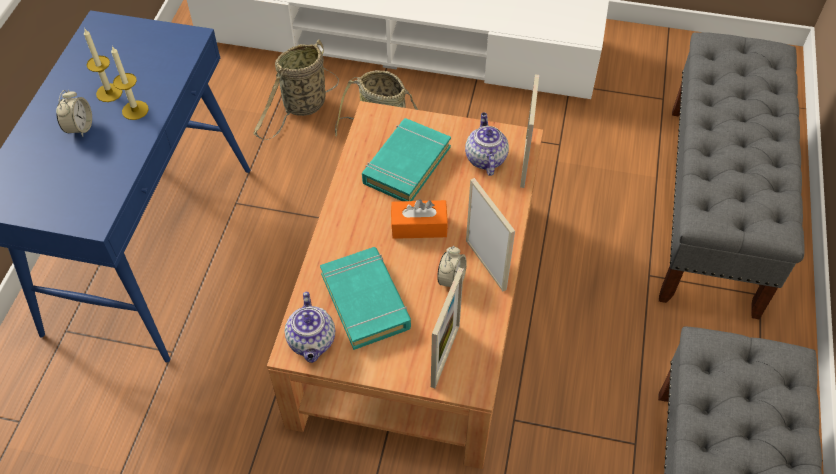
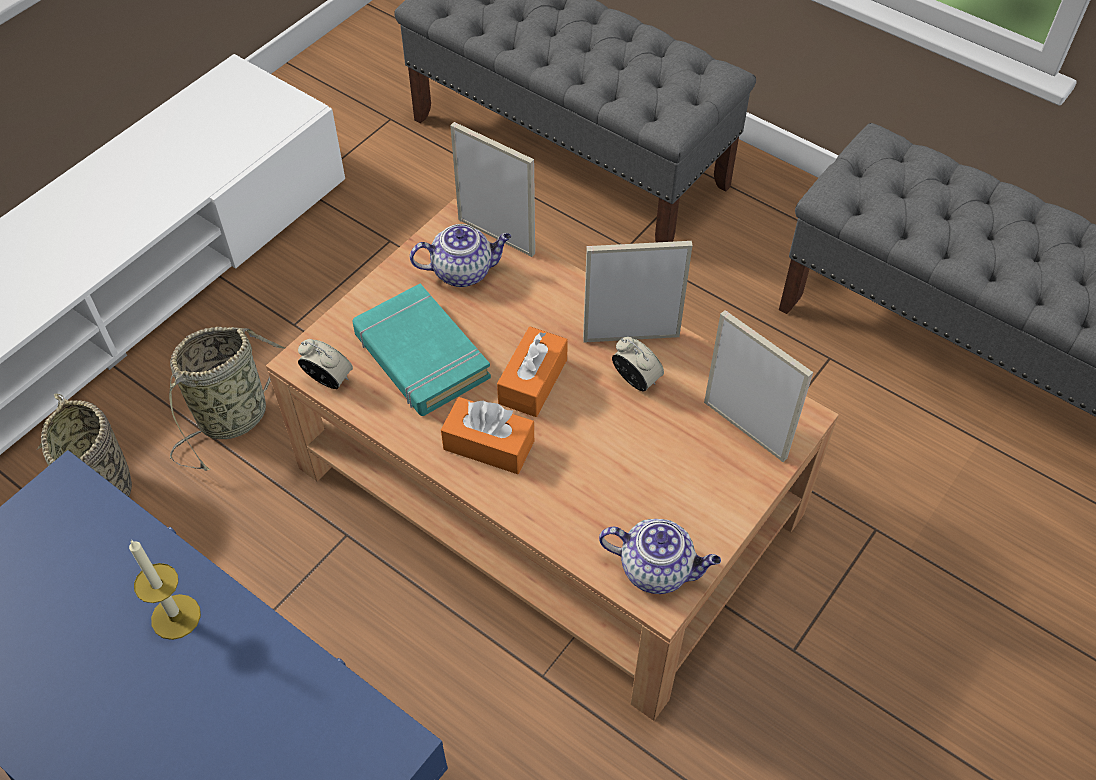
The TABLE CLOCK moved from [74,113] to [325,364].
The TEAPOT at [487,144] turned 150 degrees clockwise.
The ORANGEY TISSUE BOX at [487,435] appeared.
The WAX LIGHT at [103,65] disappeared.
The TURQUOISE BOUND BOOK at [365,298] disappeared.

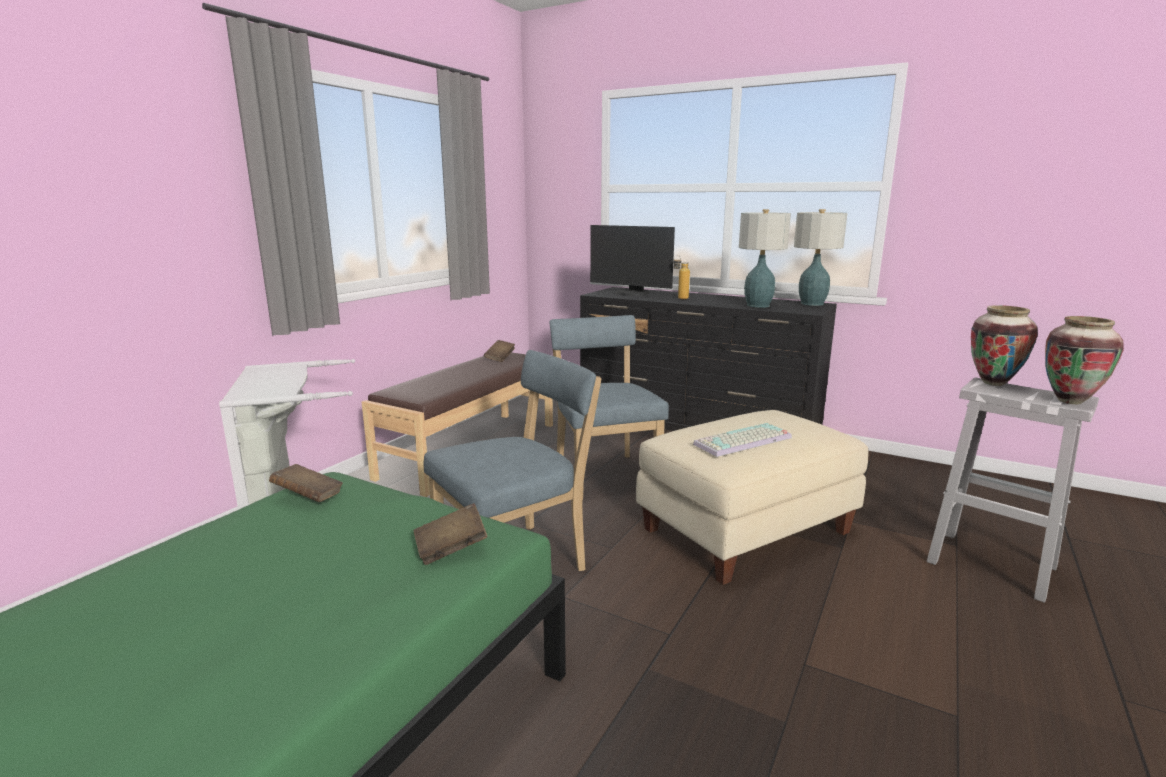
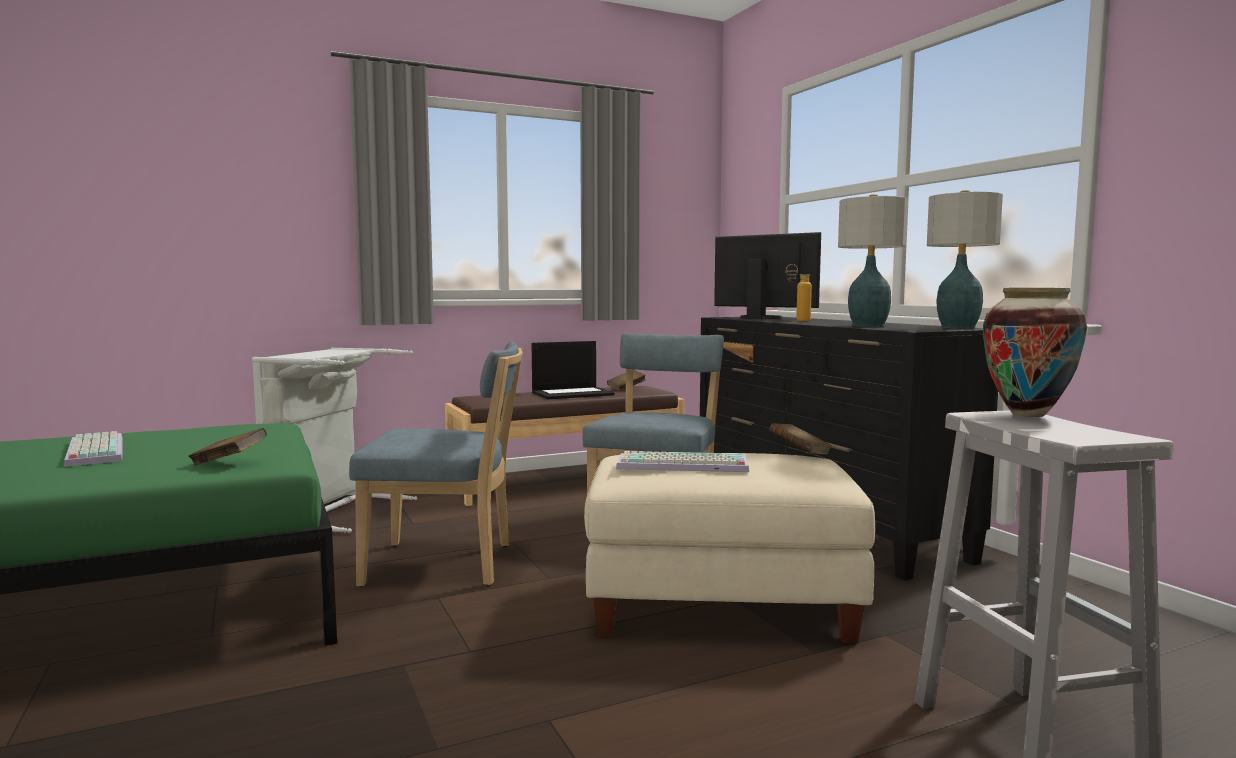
The PC KEYBOARD at [93,449] appeared.
The PORTABLE COMPUTER at [573,370] appeared.
The MONITOR at [632,260] turned 150 degrees clockwise.
The BROWNISH BOUND BOOK moved from [306,483] to [800,438].
The DECORATIVE VASE at [1084,360] disappeared.

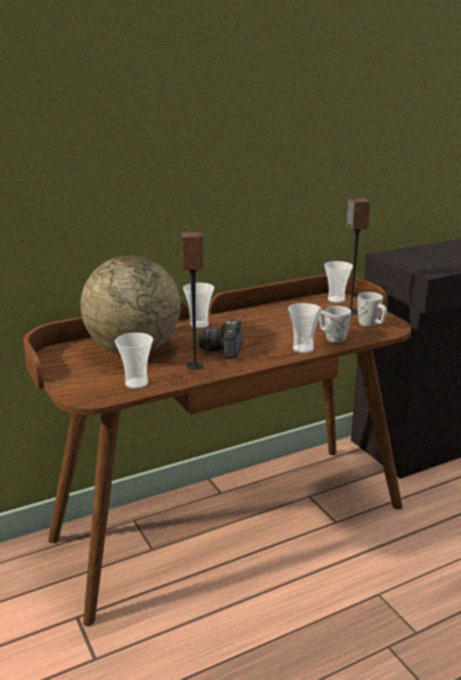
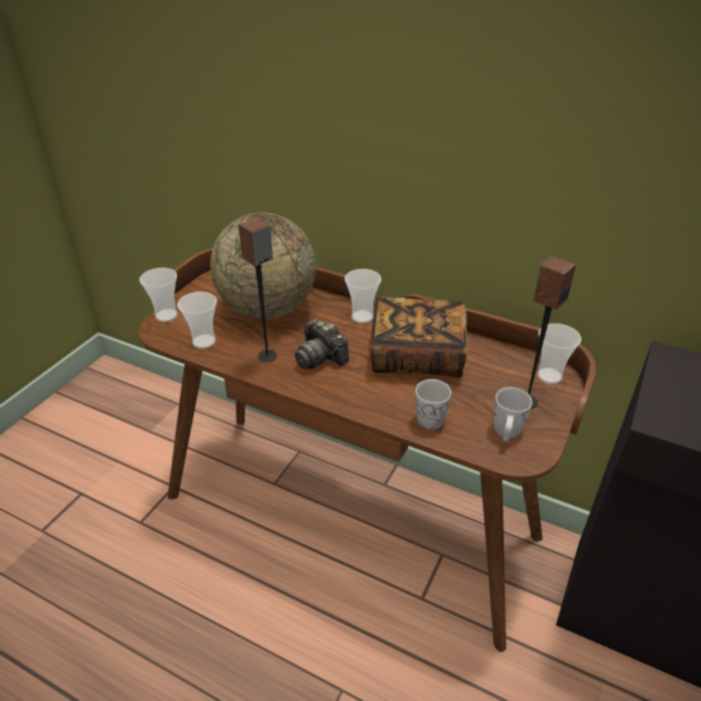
The SMALL CUP moved from [305,328] to [158,295].
The PHOTO CAMERA at [220,339] turned 105 degrees counterclockwise.
The BOUND BOOK at [419,337] appeared.

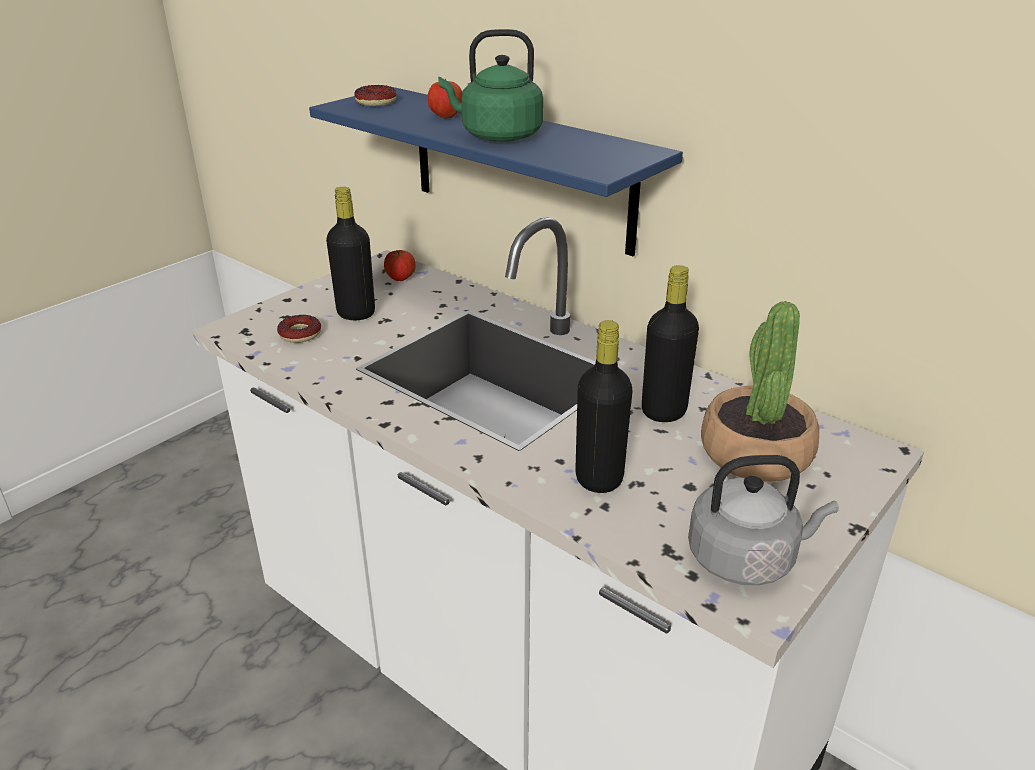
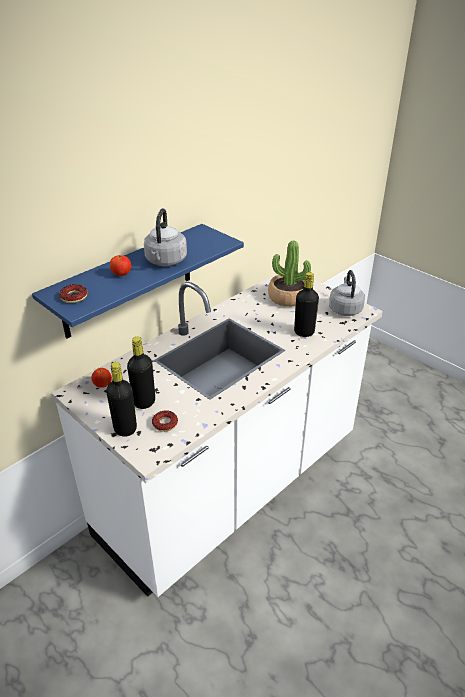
The BLACKISH BOTTLE moved from [670,343] to [121,399].
The GREEN KETTLE at [490,85] became the GRAY KETTLE at [165,237].

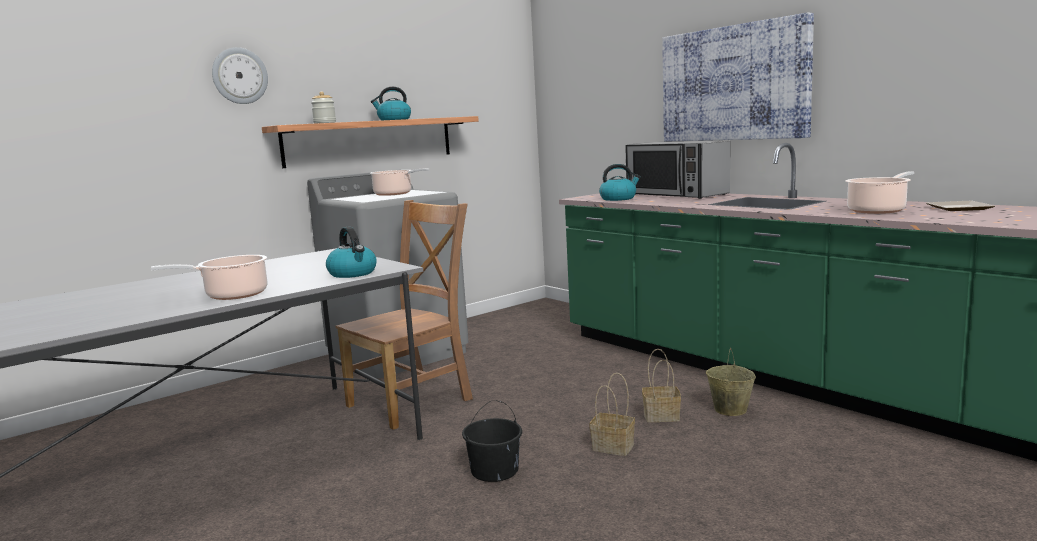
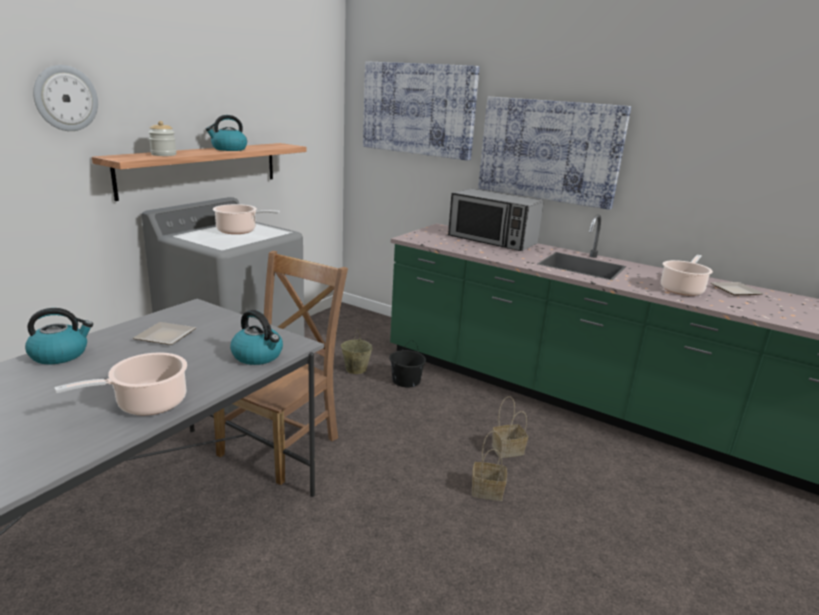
The KETTLE moved from [620,182] to [59,336].
The DINNER PLATE at [164,333] appeared.
The BEIGE PAIL moved from [731,381] to [356,352].
The PICTURE at [421,110] appeared.
The BLACKISH PAIL moved from [492,441] to [407,364].

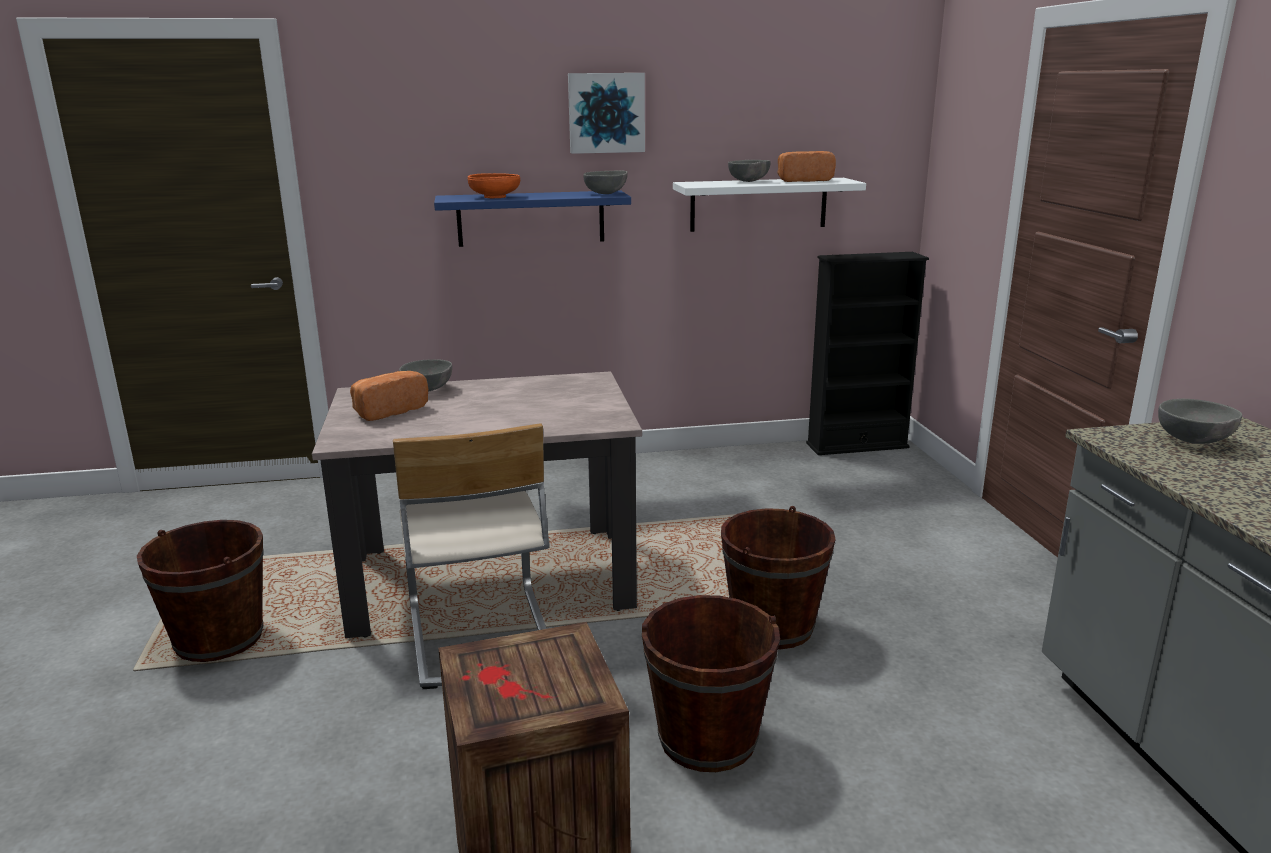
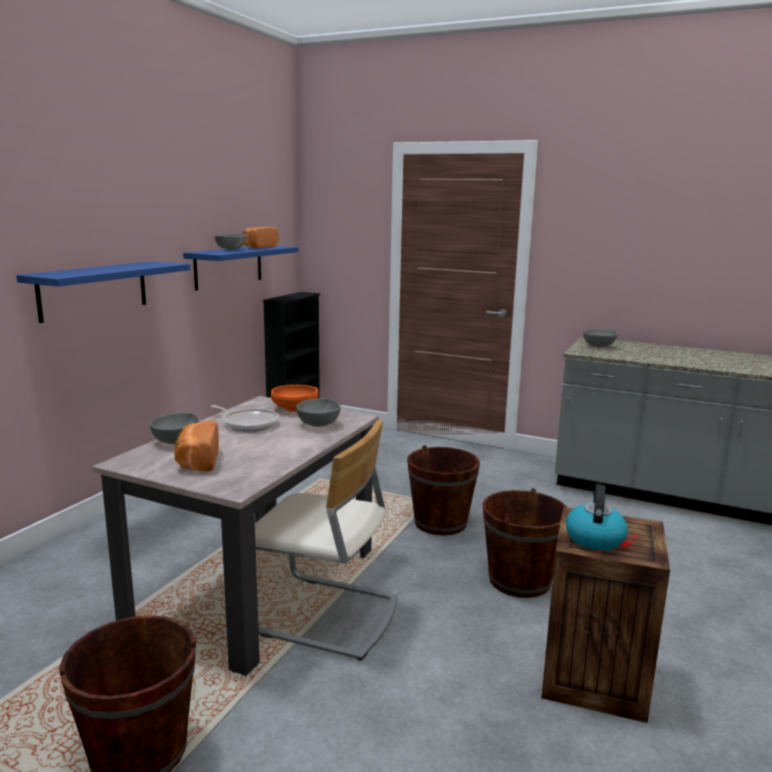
The WHITE SHELF at [769,205] became the BLUE SHELF at [240,268].
The FRYING PAN at [245,418] appeared.
The ORANGEY DEEP DISH moved from [494,185] to [295,398].
The GRAY DEEP DISH moved from [605,182] to [318,412].
The KETTLE at [597,518] appeared.
The PICTURE at [606,113] disappeared.

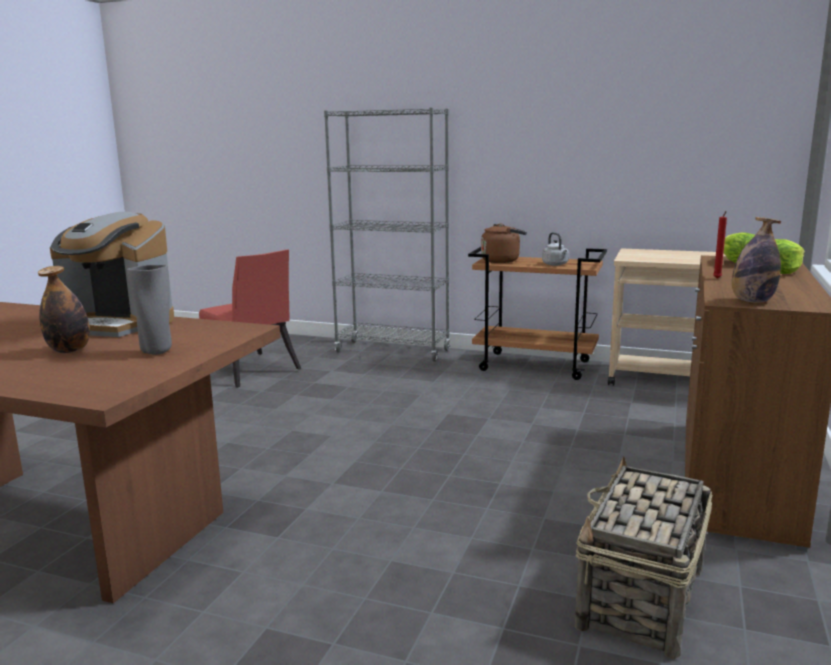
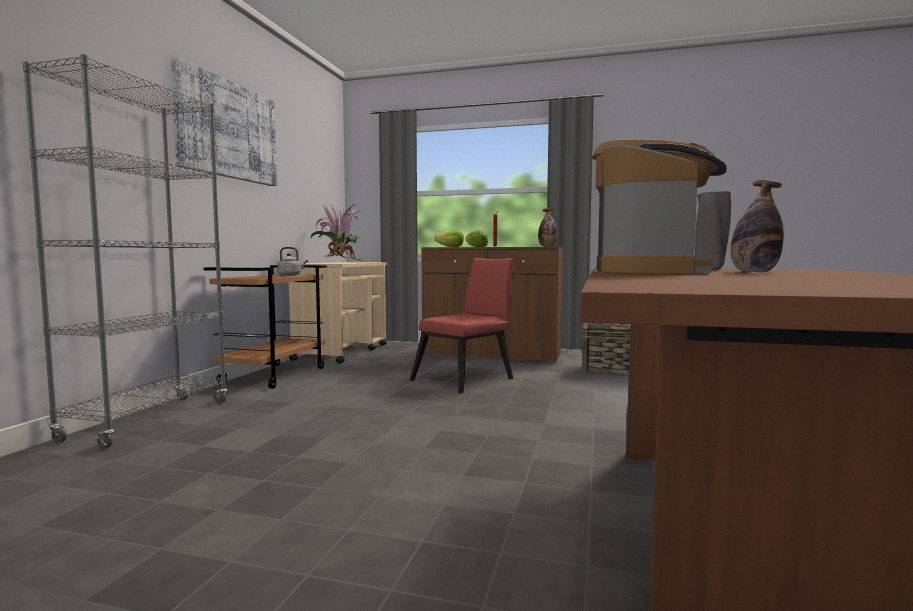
The PICTURE at [224,121] appeared.
The HOUSEPLANT at [338,232] appeared.
The RED CHAIR moved from [250,318] to [462,325].
The BROWNISH KETTLE at [504,243] disappeared.

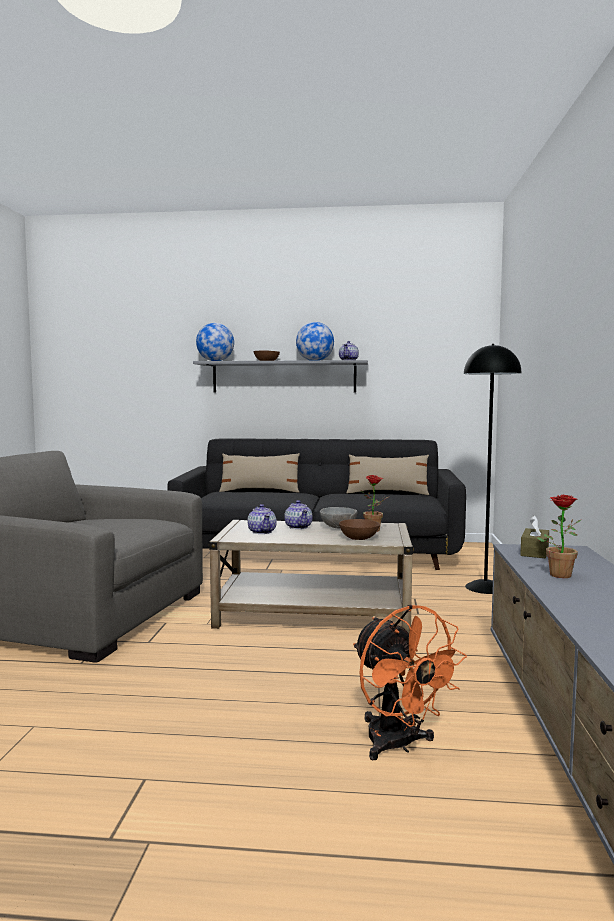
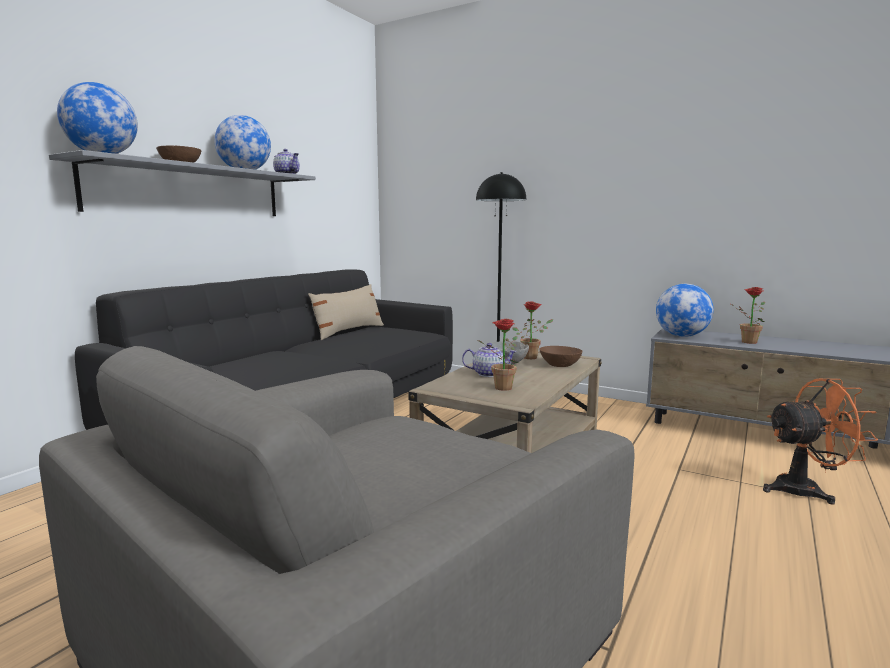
The TEAPOT at [262,519] was replaced by the HOUSEPLANT at [498,355].
The BROWNISH TISSUE BOX at [534,536] was replaced by the WORLD GLOBE at [685,310].
The BEIGE CUSHION at [259,473] disappeared.

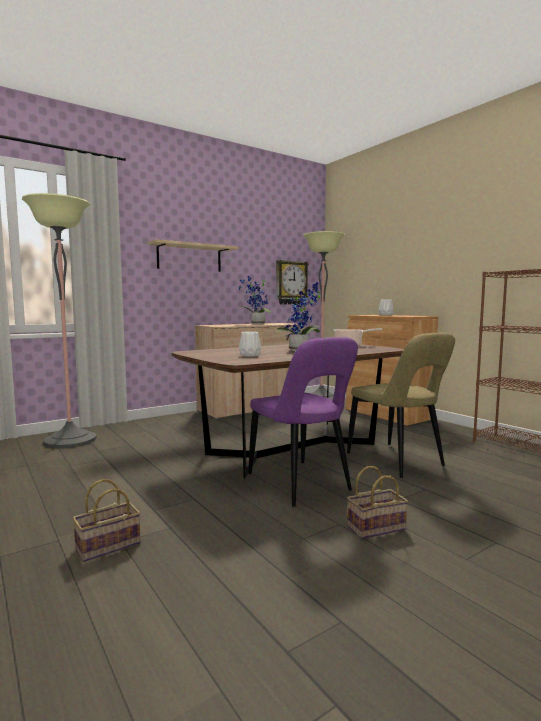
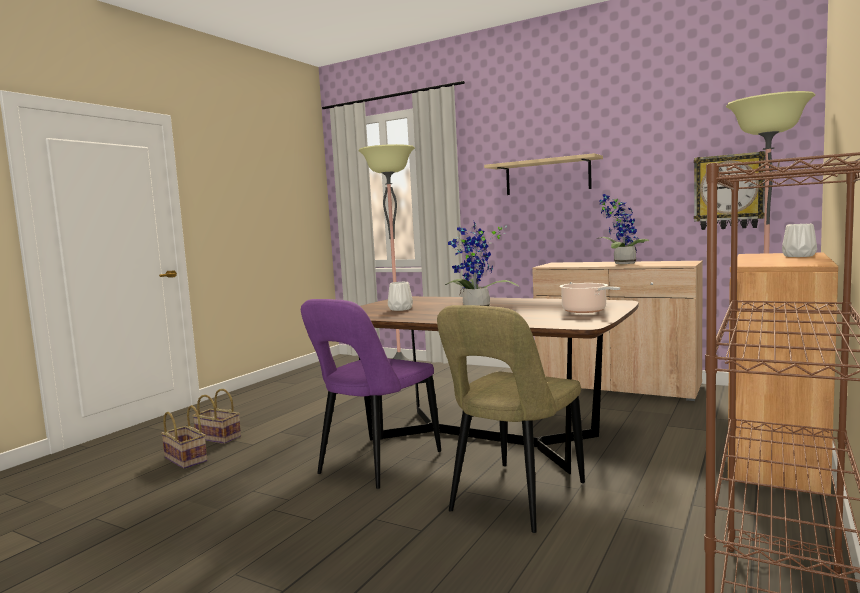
The HOUSEHOLD BASKET moved from [377,502] to [184,437].

